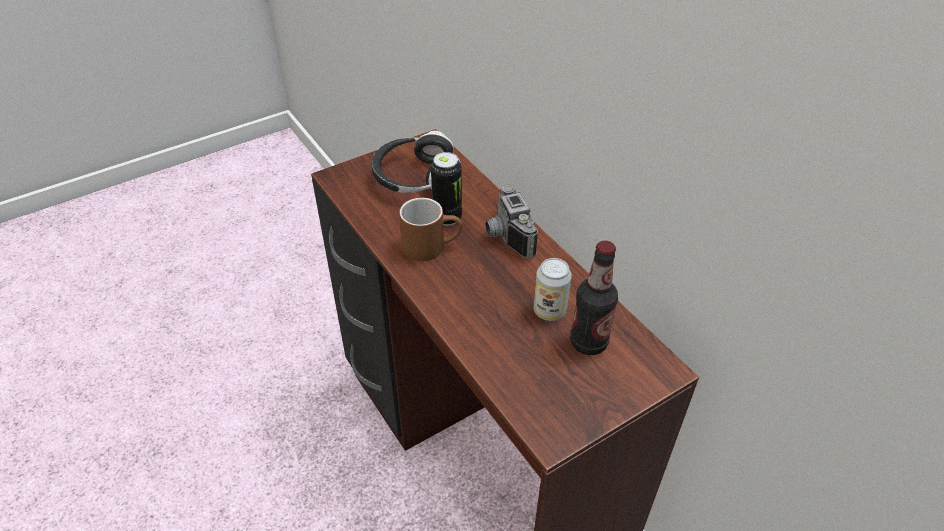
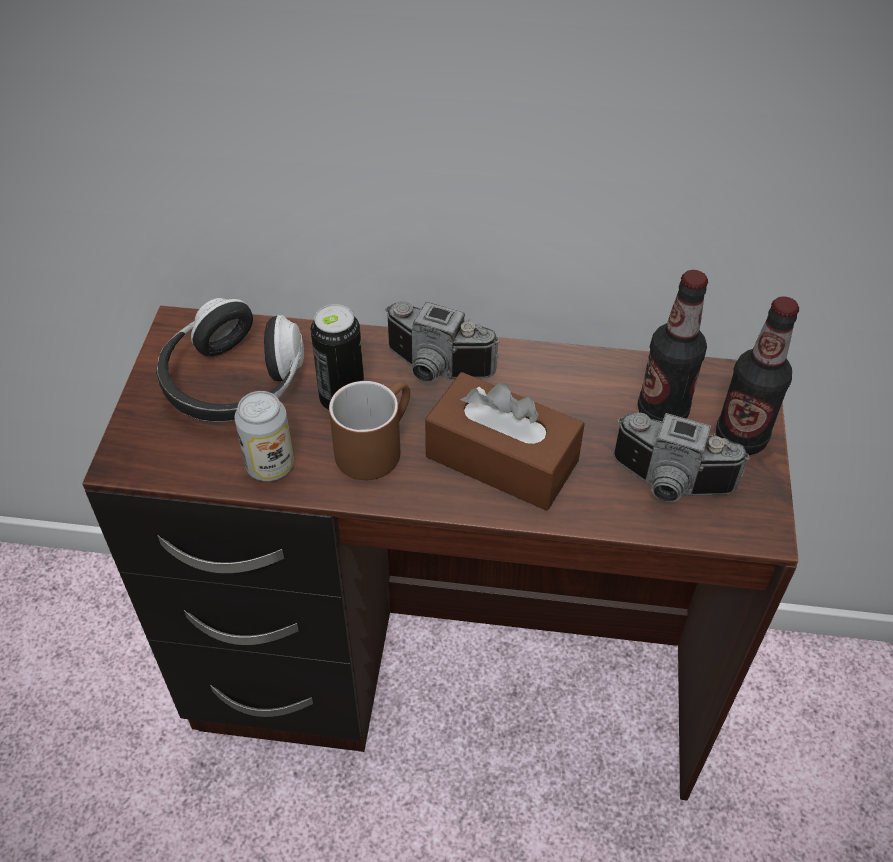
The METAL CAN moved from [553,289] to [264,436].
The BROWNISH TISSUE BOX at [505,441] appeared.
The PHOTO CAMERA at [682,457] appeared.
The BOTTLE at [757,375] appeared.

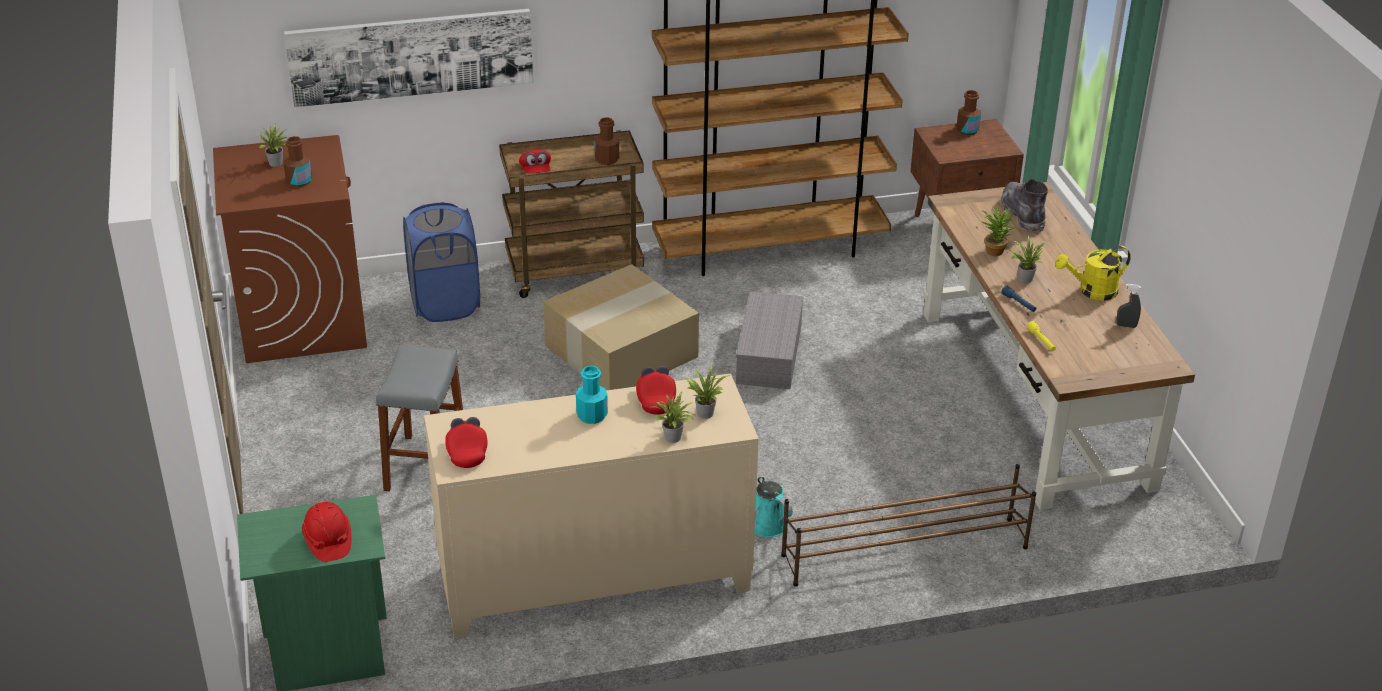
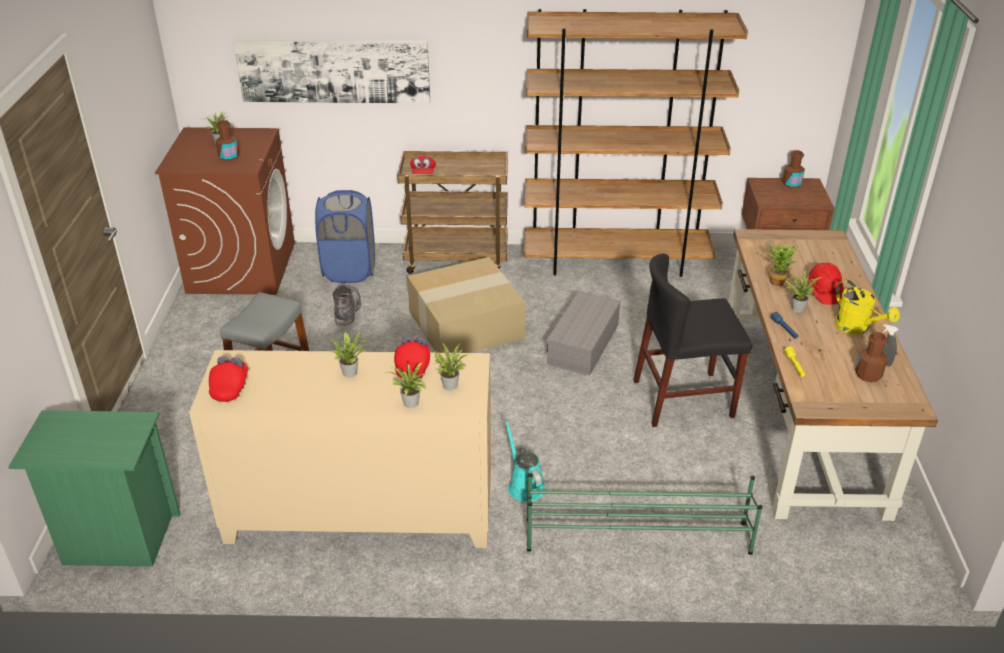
The TURQUOISE BOTTLE at [592,395] was replaced by the HOUSEPLANT at [348,354].
The GRAY HIGH-TOP BOOT moved from [1024,206] to [347,306].
The BROWNISH SHOE SHELF at [908,525] became the GREEN SHOE SHELF at [645,514].
The BLACKISH CHAIR at [692,340] appeared.
The RED HARD HAT moved from [327,532] to [825,284].
The YELLOWISH WATERING POT at [1093,273] turned 120 degrees counterclockwise.
The BROWNISH BOTTLE moved from [606,141] to [871,357].

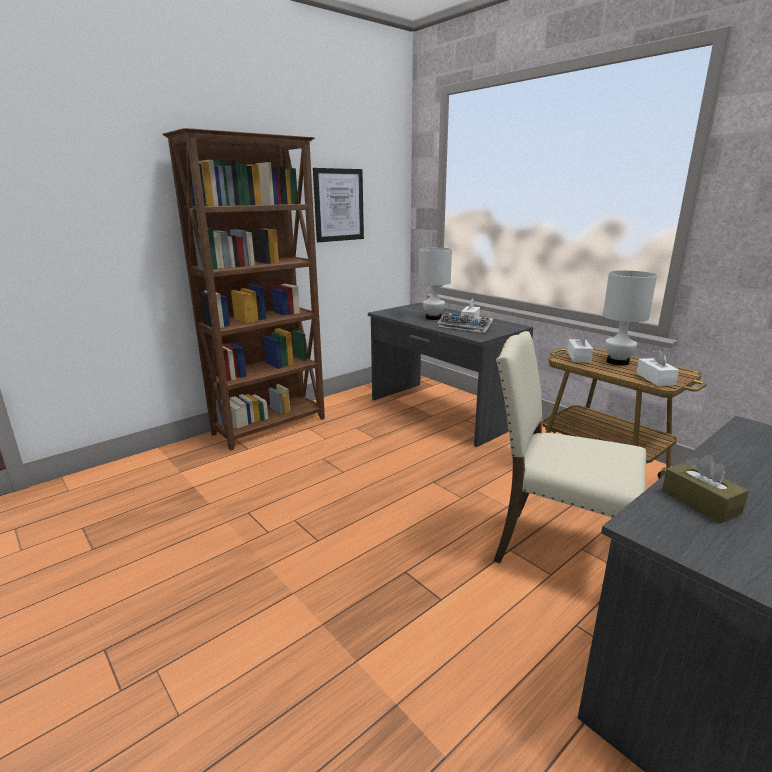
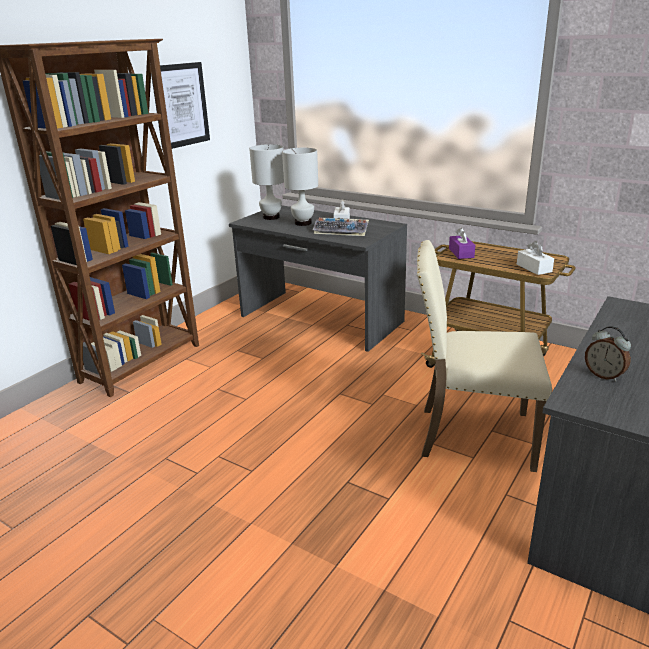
The WHITE LAMP FOR A TABLE moved from [630,318] to [266,182].
The WHITE TISSUE BOX at [580,346] became the PURPLE TISSUE BOX at [462,243].
The BROWNISH TISSUE BOX at [705,489] was replaced by the TABLE CLOCK at [608,354].

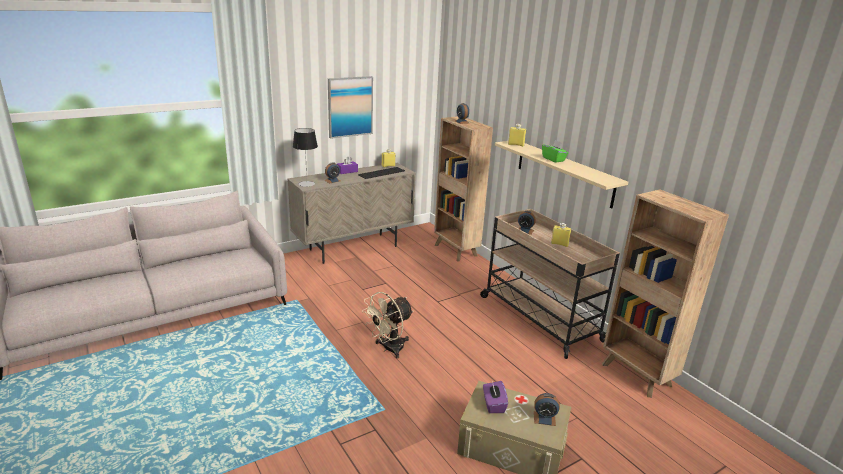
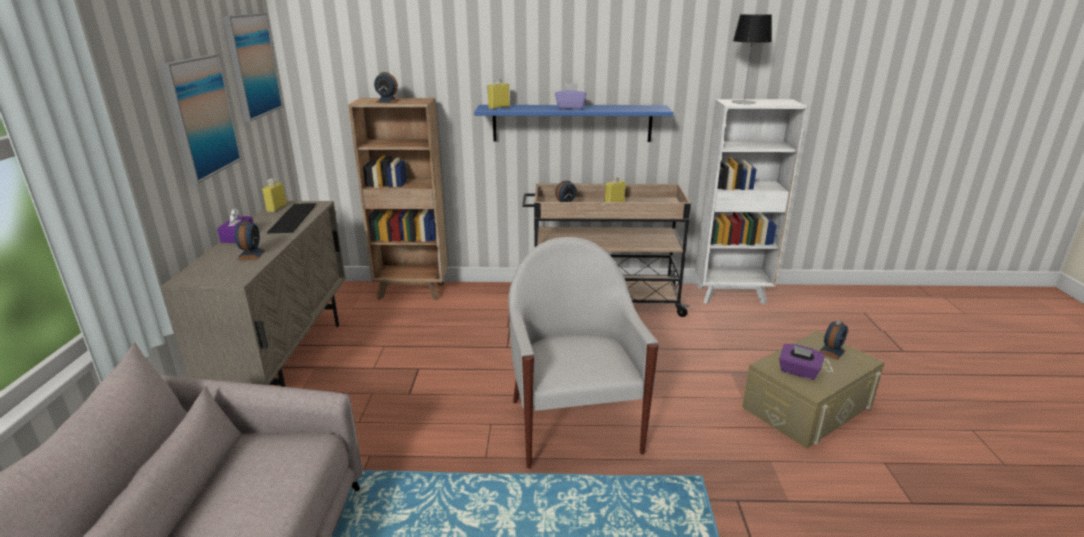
The PICTURE at [253,67] appeared.
The BEIGE SHELF at [561,174] became the BLUE SHELF at [573,123].
The BEIGE FAN at [388,325] was replaced by the WHITE ARMCHAIR at [583,353].
The GREEN TISSUE BOX at [555,151] became the PURPLE TISSUE BOX at [570,96].
The BROWNISH SHELVING UNIT at [665,293] became the WHITE SHELVING UNIT at [751,202].
The LAMP FOR A TABLE moved from [305,157] to [751,59].

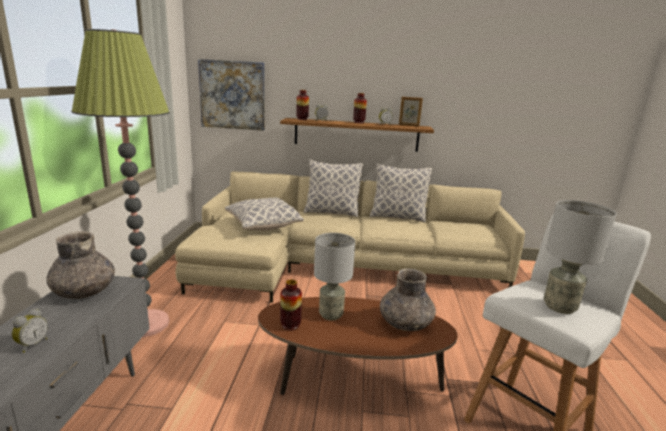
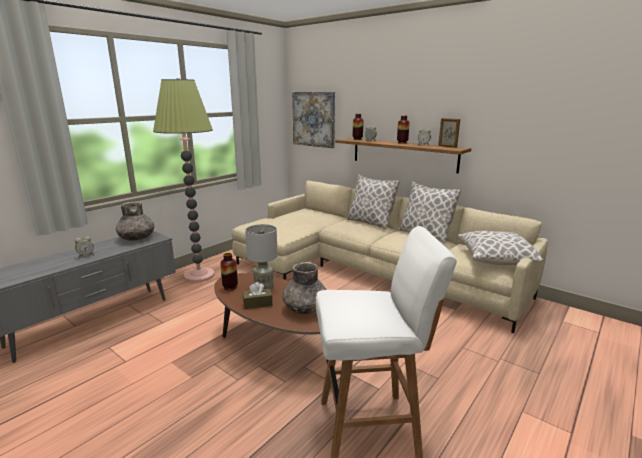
The BROWNISH TISSUE BOX at [257,295] appeared.
The CUSHION moved from [264,213] to [500,248].
The GRAY LAMP FOR A TABLE at [580,257] disappeared.

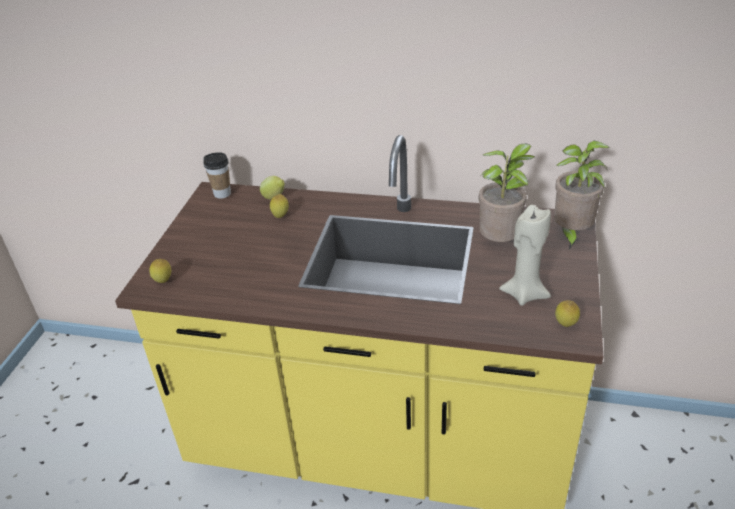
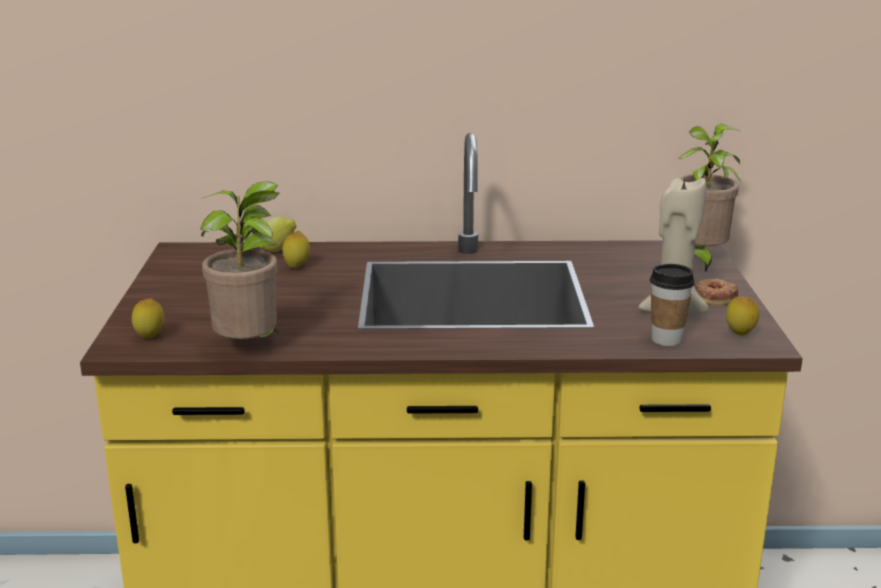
The HOUSEPLANT moved from [507,193] to [240,260].
The SMALL CUP moved from [217,175] to [672,305].
The DONUT at [716,292] appeared.

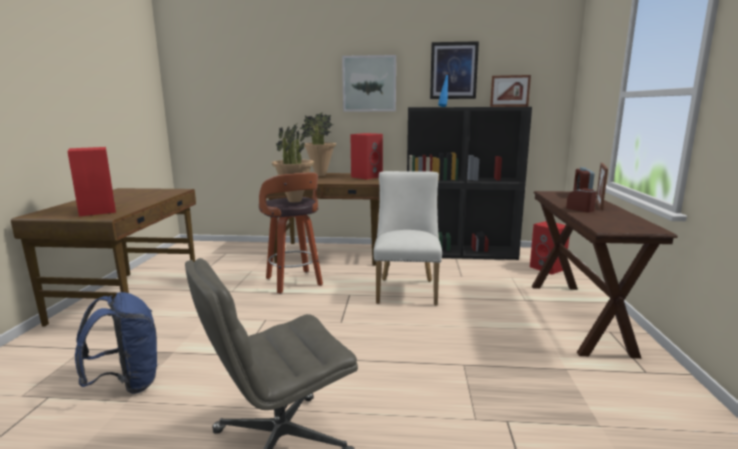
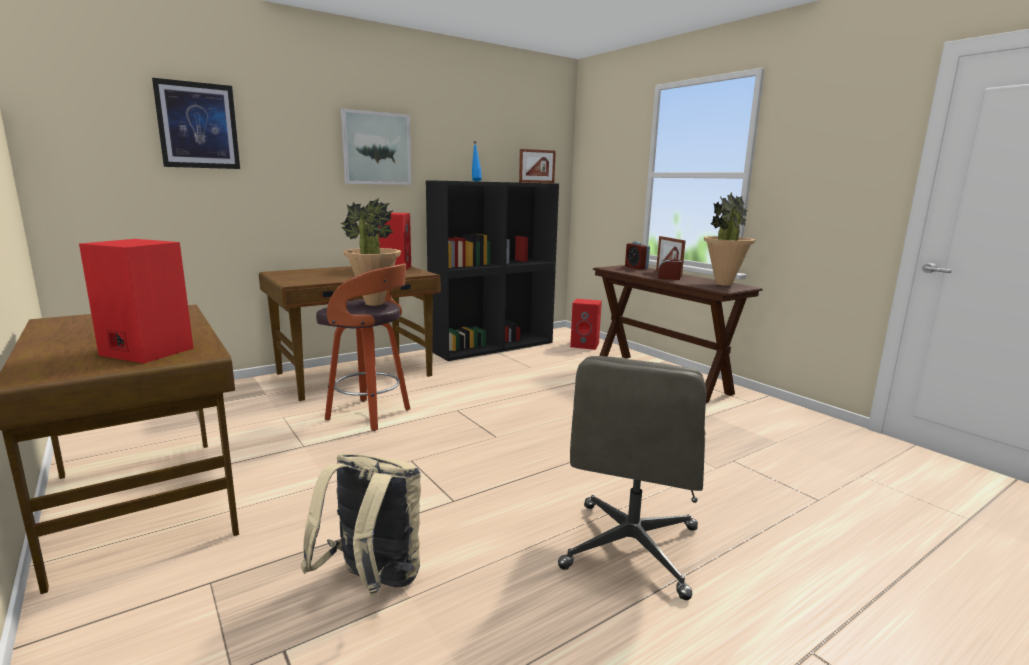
The PICTURE moved from [454,70] to [196,123].
The BLUE RUCKSACK at [117,343] became the BEIGE RUCKSACK at [361,525].
The HOUSEPLANT moved from [317,144] to [729,239].
The WHITE CHAIR at [407,238] disappeared.

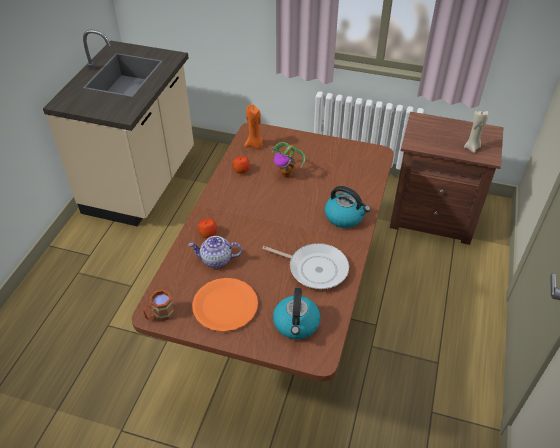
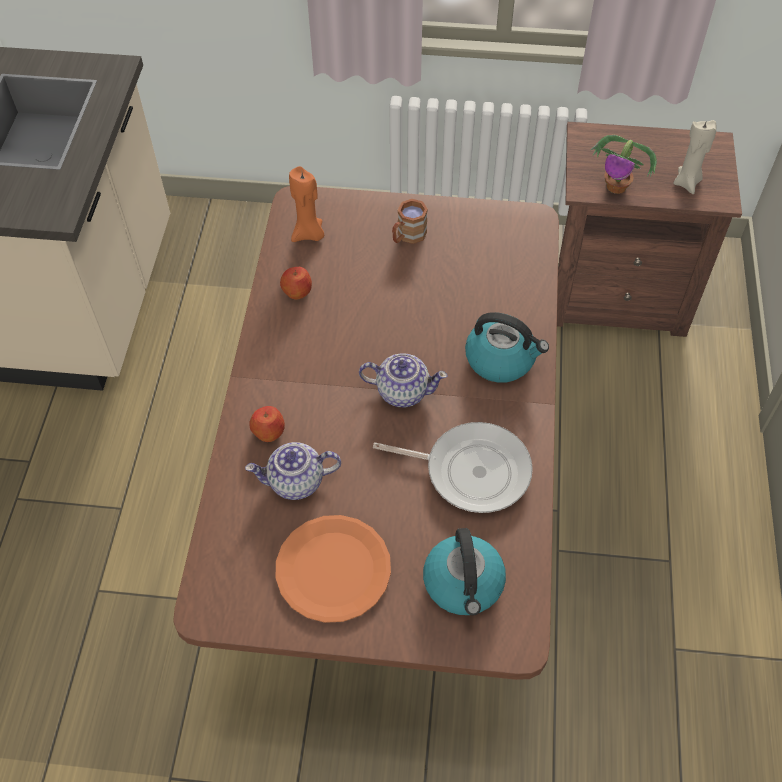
The TEAPOT at [403,380] appeared.
The BROWNISH TEA MUG moved from [158,305] to [410,221].
The HOUSEPLANT moved from [288,160] to [623,164].

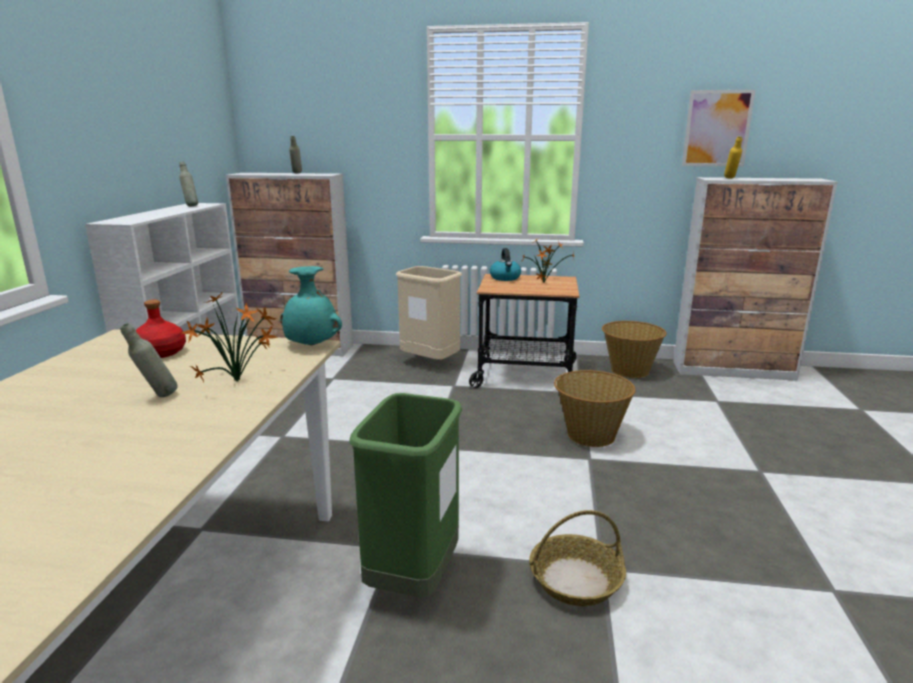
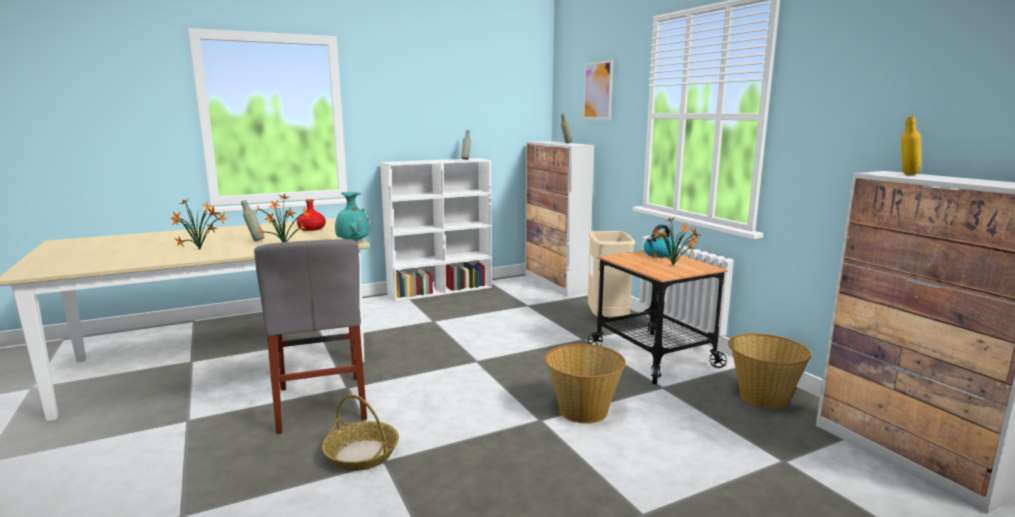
The HOUSEPLANT at [198,223] appeared.
The GREEN WASTE BIN at [405,495] was replaced by the GRAY CHAIR at [310,336].
The PICTURE moved from [718,128] to [598,90].

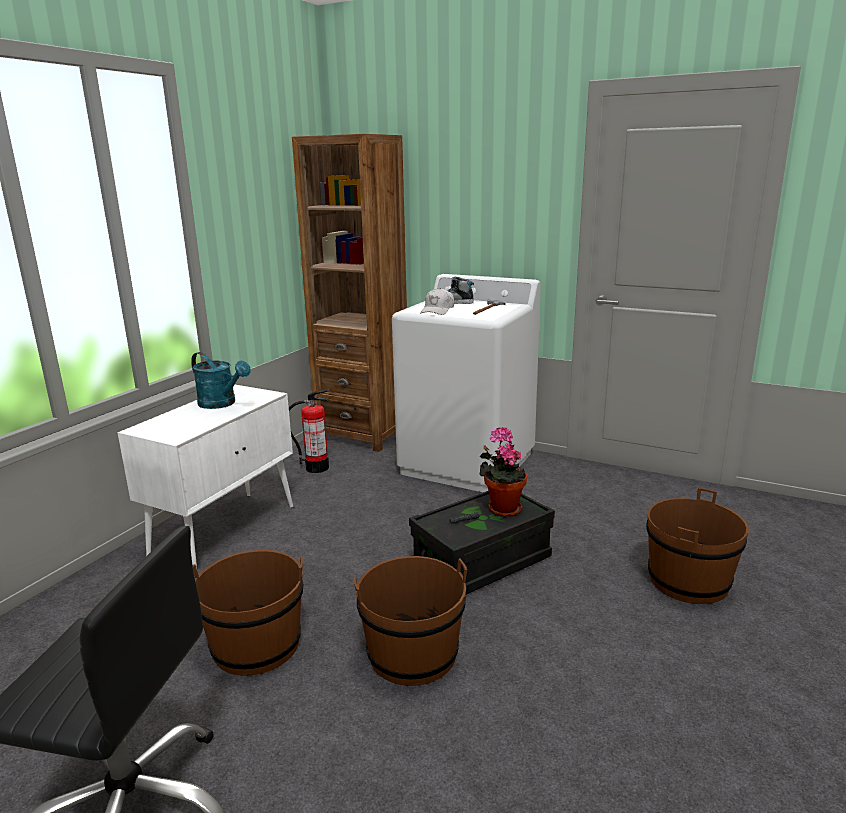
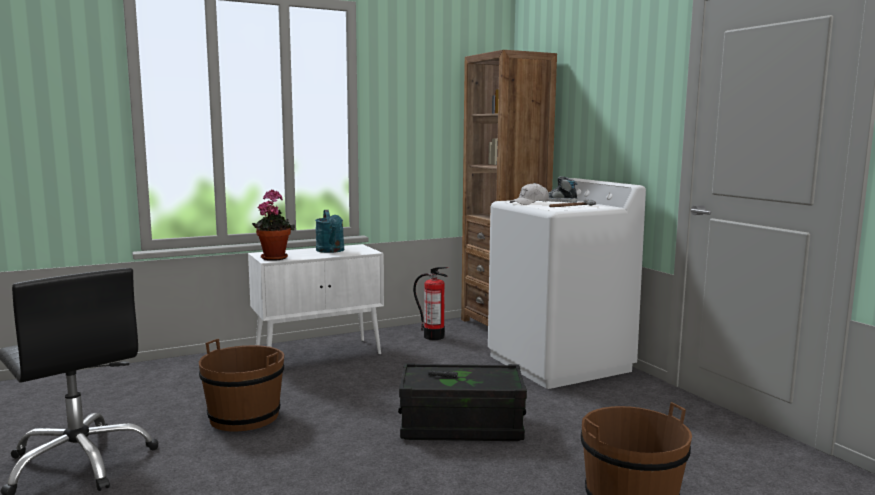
The HOUSEPLANT moved from [503,472] to [273,225].
The BROWNISH PAIL at [410,621] disappeared.

